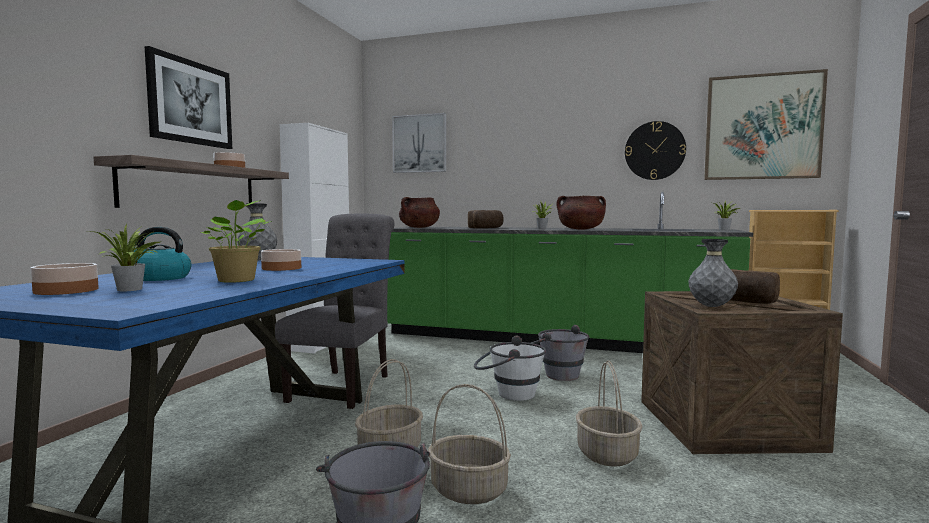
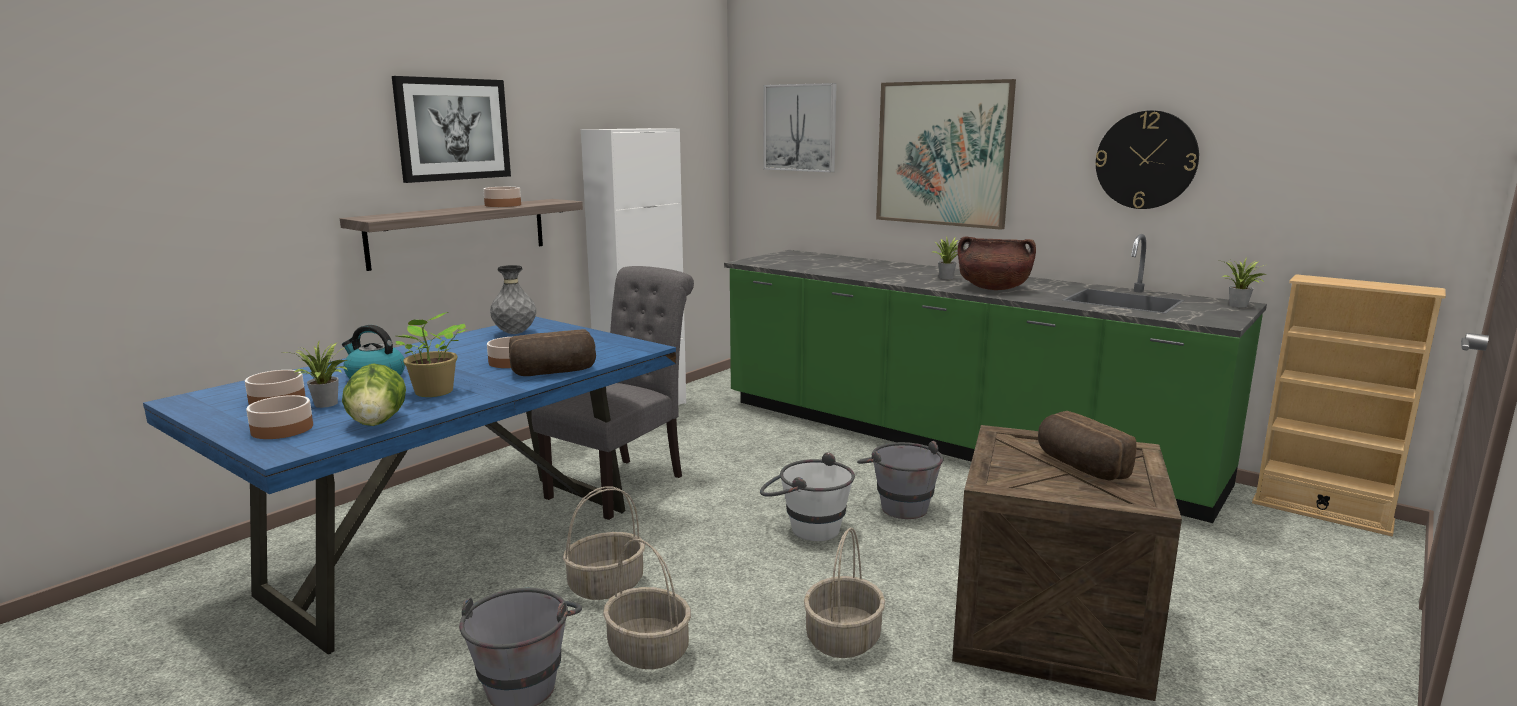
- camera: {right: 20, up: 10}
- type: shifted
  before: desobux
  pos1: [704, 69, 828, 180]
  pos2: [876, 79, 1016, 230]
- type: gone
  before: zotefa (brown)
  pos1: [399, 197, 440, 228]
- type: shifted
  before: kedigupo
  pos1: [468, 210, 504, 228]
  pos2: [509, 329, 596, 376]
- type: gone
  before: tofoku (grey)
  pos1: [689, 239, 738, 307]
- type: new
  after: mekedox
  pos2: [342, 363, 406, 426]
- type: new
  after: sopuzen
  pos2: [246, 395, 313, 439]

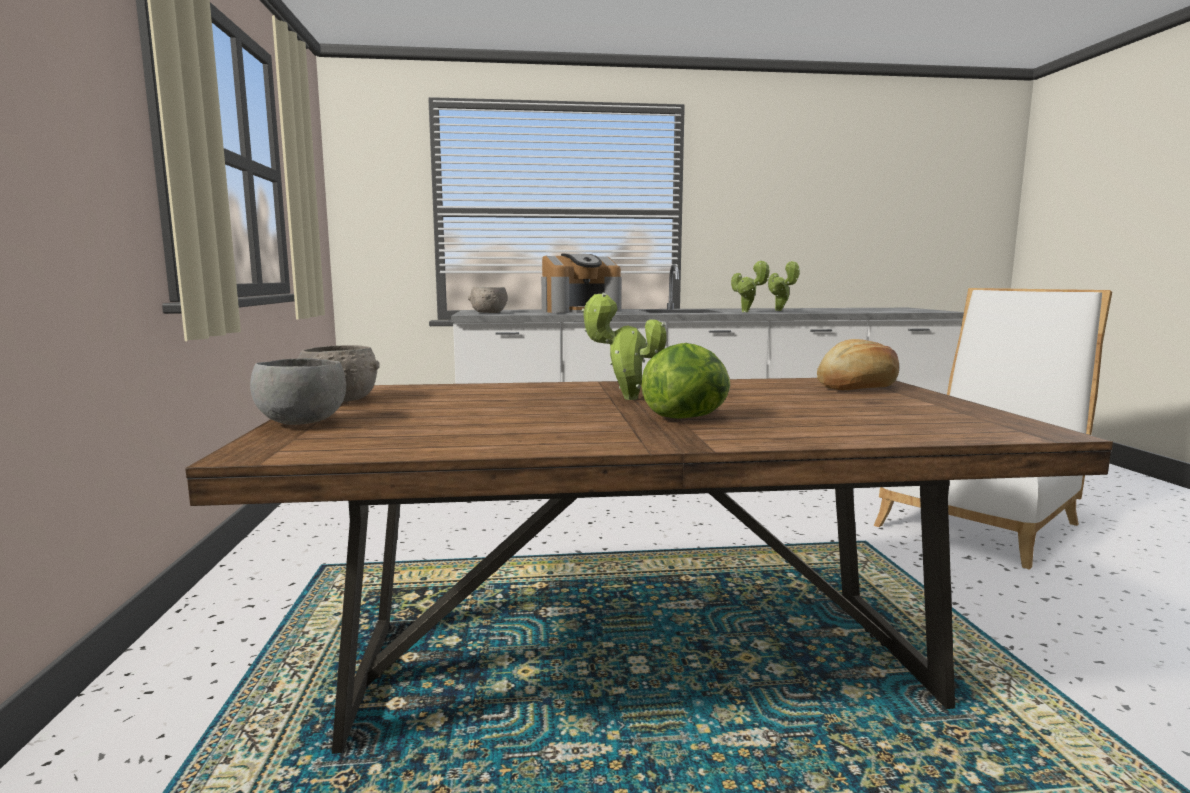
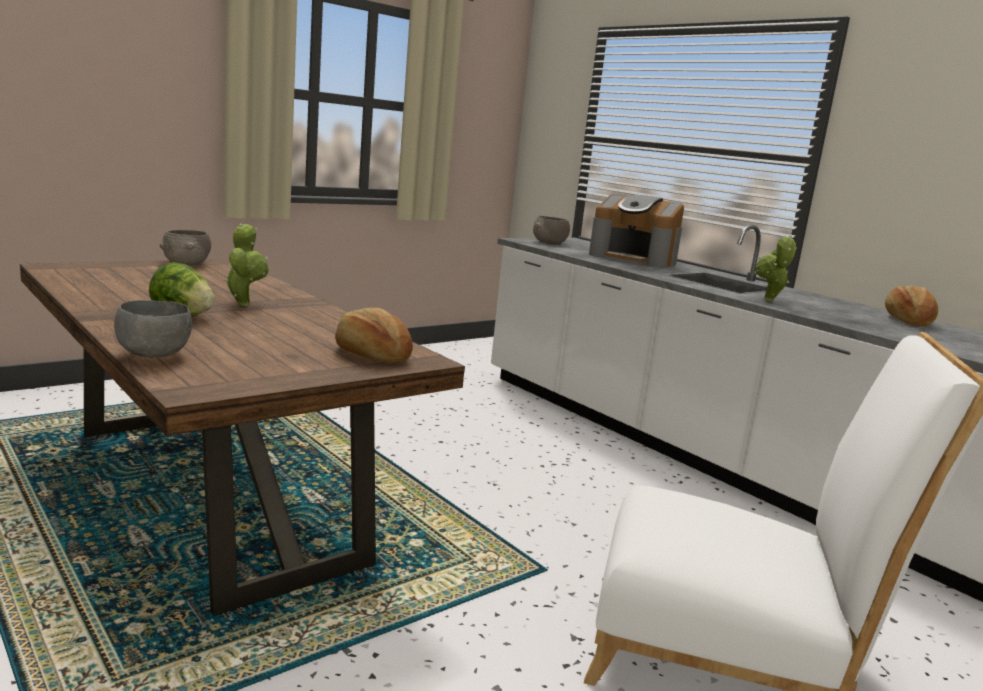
- camera: {right: 55, up: 5}
- type: gone
  before: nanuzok
  pos1: [768, 261, 800, 311]
- type: shifted
  before: sopuzen (grey)
  pos1: [250, 358, 346, 425]
  pos2: [114, 300, 192, 358]
- type: new
  after: kedigupo
  pos2: [885, 286, 938, 326]

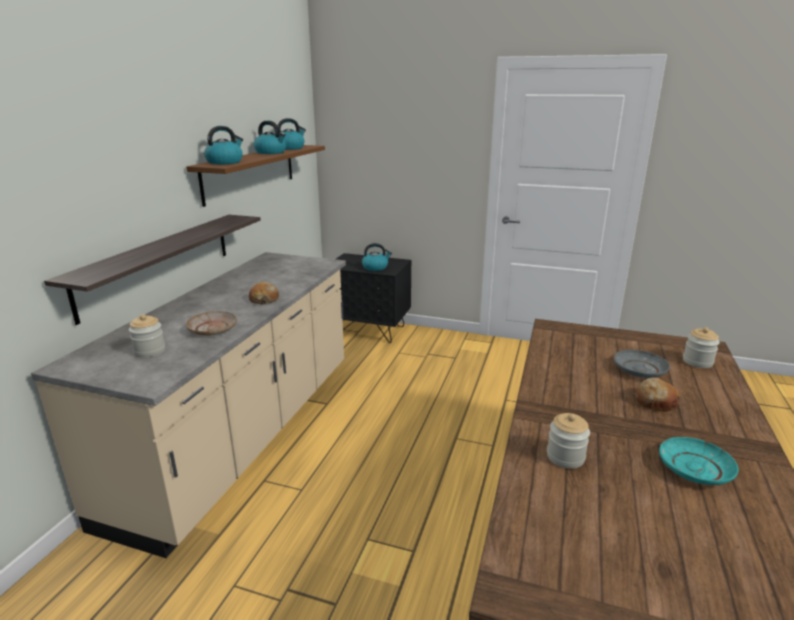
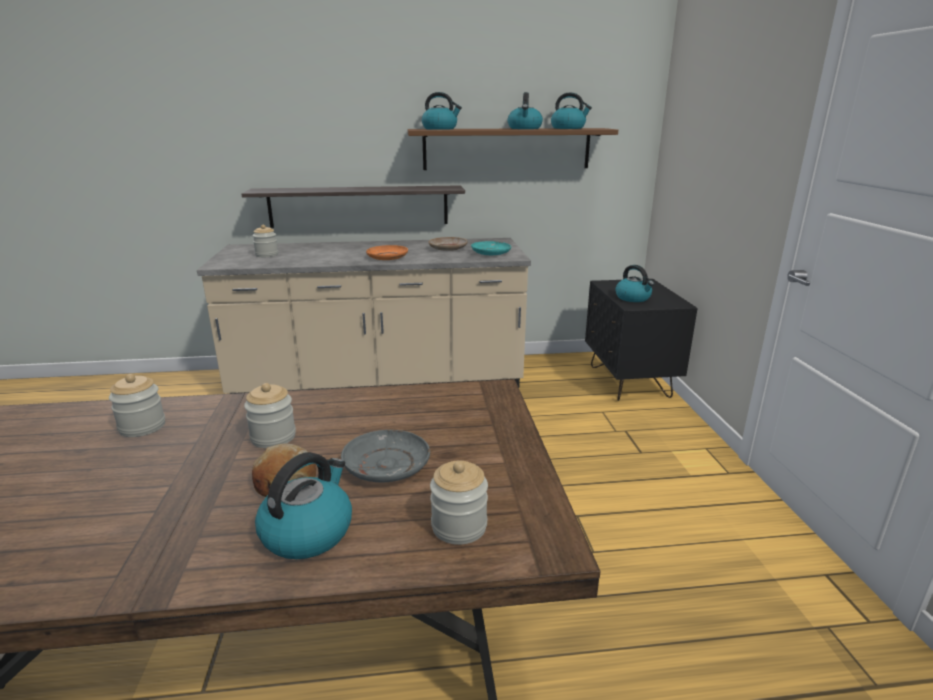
- camera: {right: 65, up: 0}
- type: swapped
  before: kedigupo
  after: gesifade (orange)
  pos1: [249, 282, 279, 304]
  pos2: [366, 245, 408, 260]
- type: shifted
  before: gesifade (beige)
  pos1: [186, 311, 237, 336]
  pos2: [429, 237, 468, 251]
- type: shifted
  before: gesifade (turquoise)
  pos1: [659, 437, 738, 485]
  pos2: [471, 241, 511, 255]
- type: new
  after: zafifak
  pos2: [244, 383, 296, 448]
- type: new
  after: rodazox
  pos2: [255, 452, 352, 559]

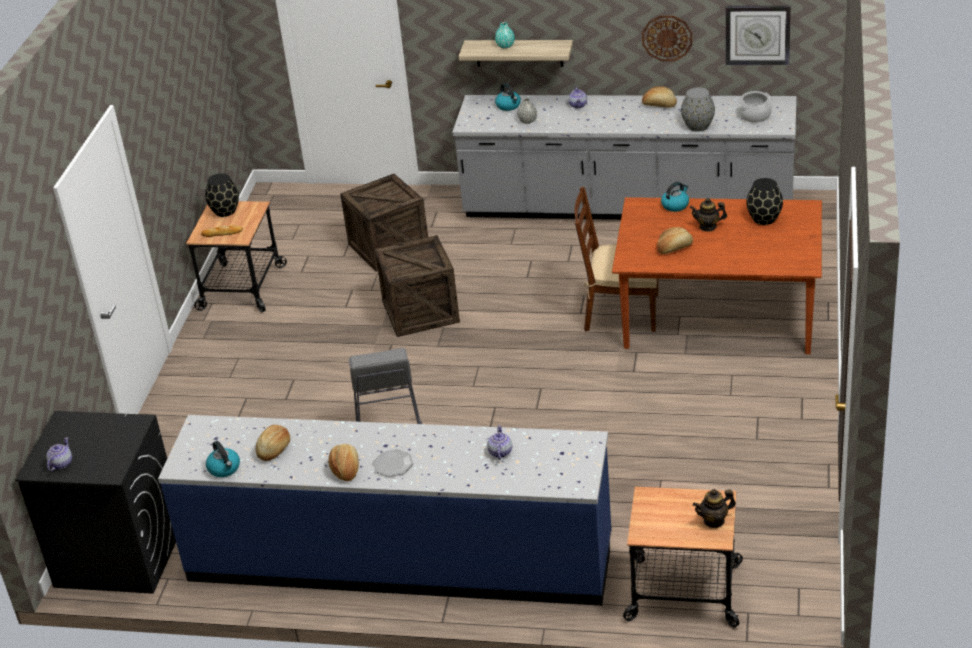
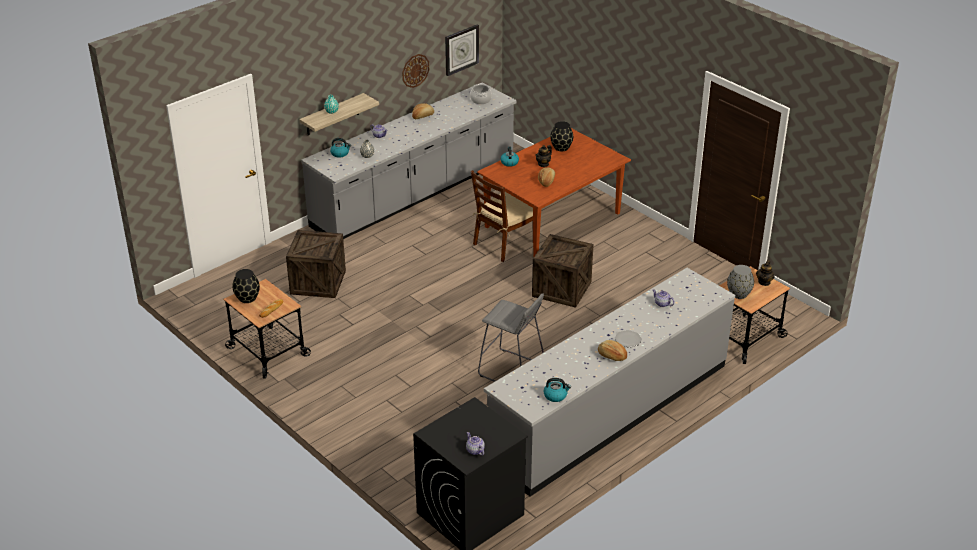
- camera: {right: -55, up: 0}
- type: shifted
  before: tofoku (grey)
  pos1: [681, 87, 715, 132]
  pos2: [727, 265, 754, 299]
- type: shifted
  before: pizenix
  pos1: [375, 235, 460, 337]
  pos2: [532, 234, 594, 308]
- type: repainted
  before: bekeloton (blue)
  after: bekeloton (grey)
  pos1: [158, 415, 611, 606]
  pos2: [484, 268, 735, 496]
- type: gone
  before: kedigupo
  pos1: [256, 425, 290, 461]

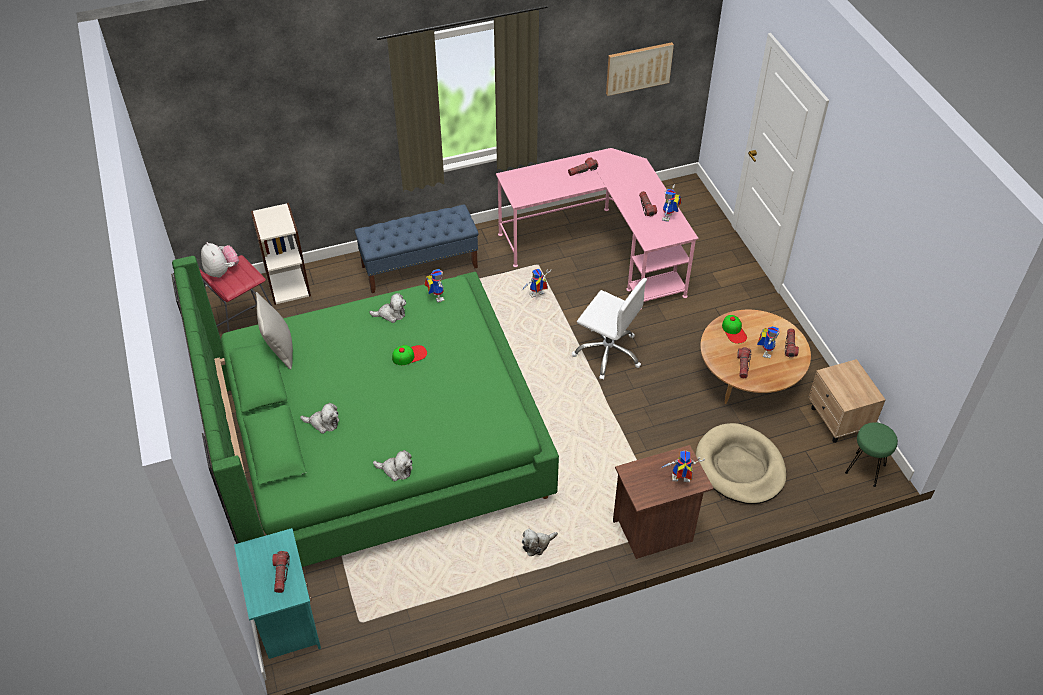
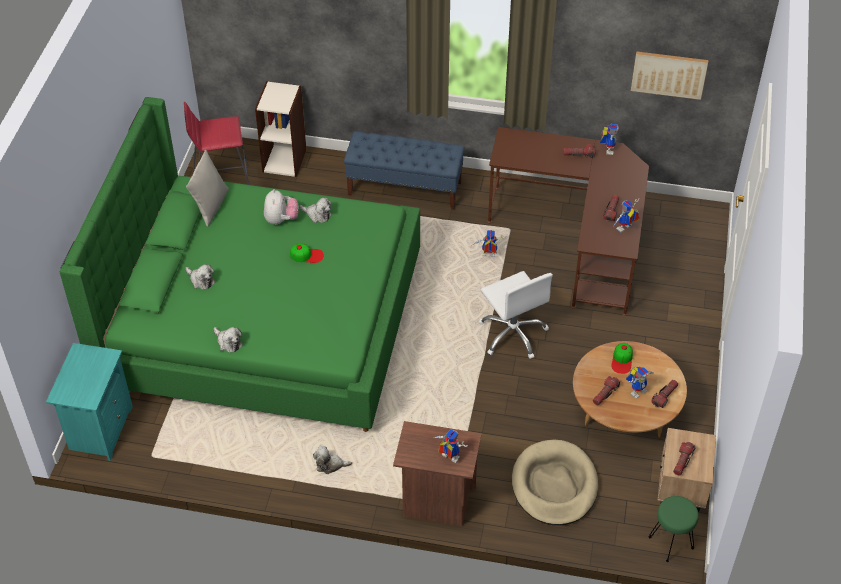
- camera: {right: 30, up: 0}
- type: repainted
  before: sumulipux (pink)
  after: sumulipux (brown)
  pos1: [496, 148, 698, 309]
  pos2: [487, 127, 649, 316]
- type: shifted
  before: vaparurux
  pos1: [201, 242, 239, 278]
  pos2: [264, 189, 299, 225]
- type: shifted
  before: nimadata
  pos1: [424, 269, 444, 303]
  pos2: [600, 124, 619, 155]
- type: shifted
  before: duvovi
  pos1: [272, 551, 290, 593]
  pos2: [673, 442, 695, 475]

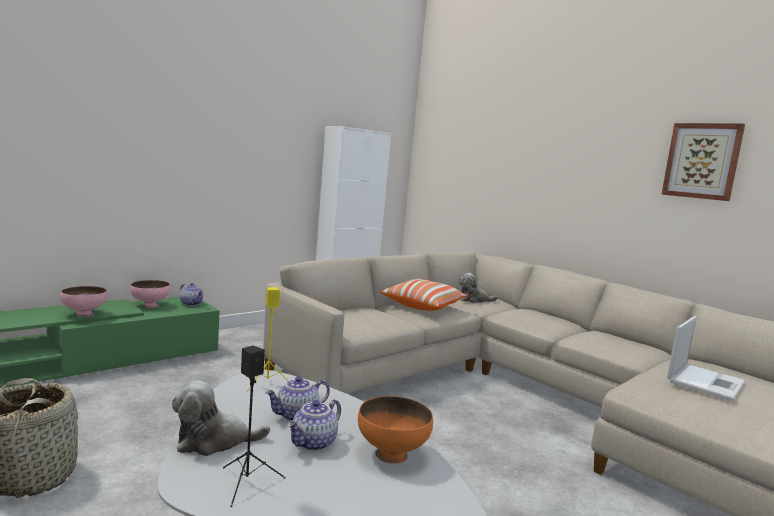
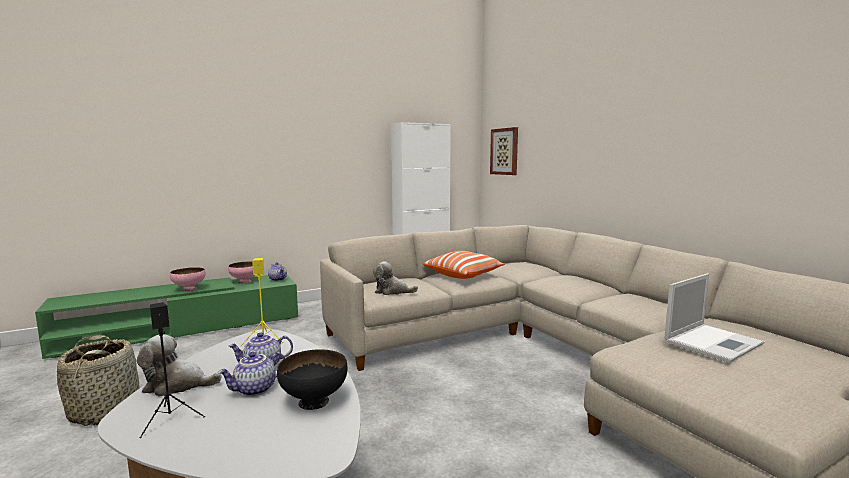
- camera: {right: 15, up: 0}
- type: shifted
  before: desobux
  pos1: [661, 123, 745, 201]
  pos2: [490, 127, 518, 175]
- type: shifted
  before: vaparurux
  pos1: [458, 273, 498, 303]
  pos2: [373, 261, 418, 295]
- type: repainted
  before: sopuzen (orange)
  after: sopuzen (black)
  pos1: [358, 396, 433, 464]
  pos2: [277, 349, 347, 410]

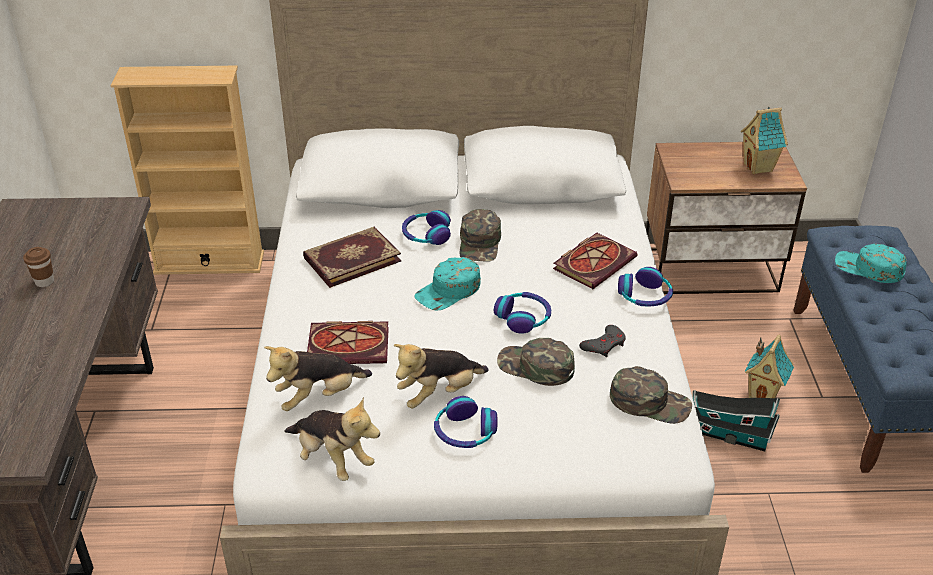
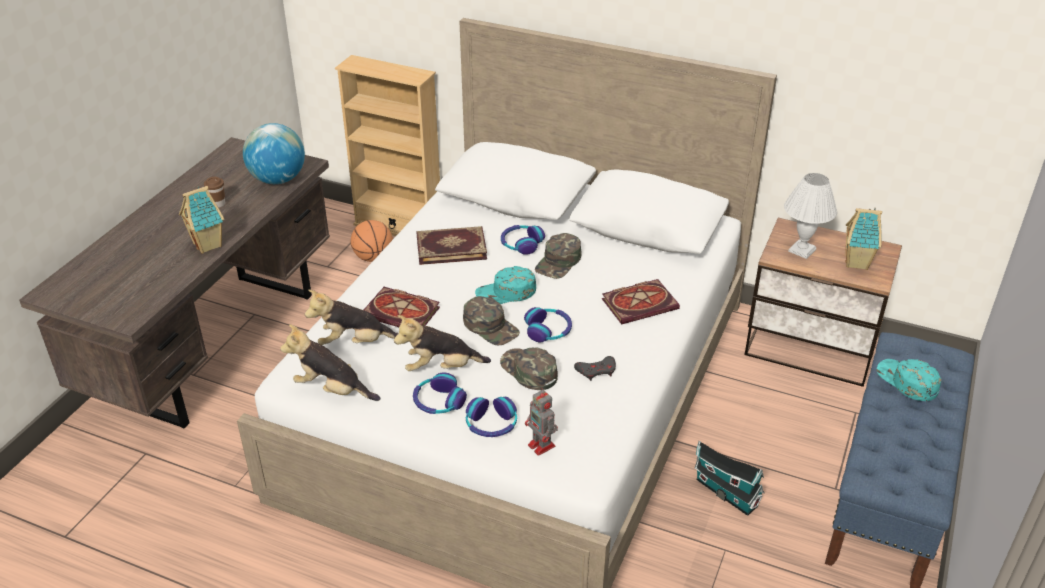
- camera: {right: 25, up: 0}
- type: shifted
  before: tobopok
  pos1: [618, 267, 673, 306]
  pos2: [466, 397, 517, 437]
- type: shifted
  before: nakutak
  pos1: [745, 335, 794, 398]
  pos2: [179, 186, 224, 253]
- type: shifted
  before: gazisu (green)
  pos1: [610, 366, 692, 424]
  pos2: [463, 296, 520, 345]
- type: rotated
  before: vaparurux
  pos1: [284, 397, 380, 481]
  pos2: [280, 324, 380, 401]
  turn: 135
- type: new
  after: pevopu
  pos2: [243, 123, 305, 184]
- type: new
  after: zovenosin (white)
  pos2: [784, 173, 837, 259]
- type: new
  after: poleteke
  pos2: [350, 220, 393, 262]
- type: new
  after: nimadata
  pos2: [525, 388, 558, 456]

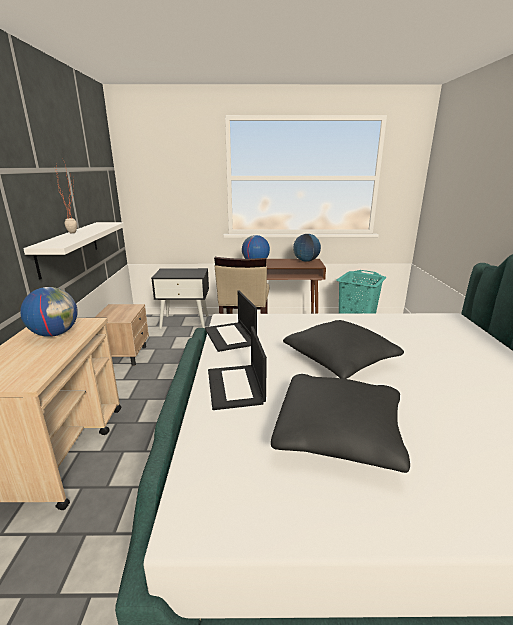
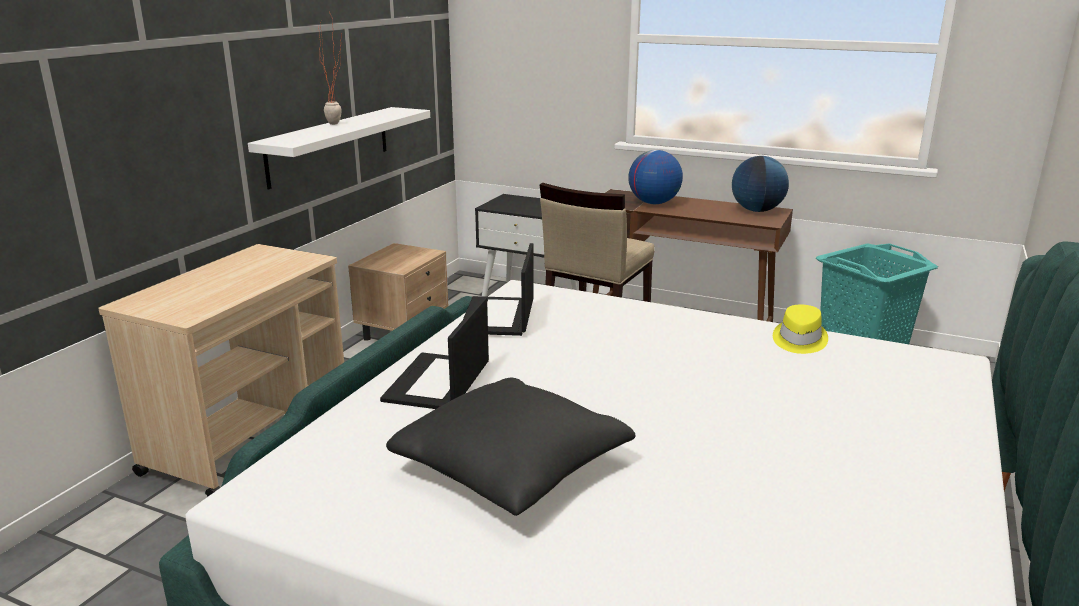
- camera: {right: 25, up: 0}
- type: gone
  before: pevopu
  pos1: [20, 287, 78, 337]
- type: gone
  before: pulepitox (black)
  pos1: [283, 320, 404, 379]
- type: new
  after: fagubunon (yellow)
  pos2: [773, 305, 828, 354]

